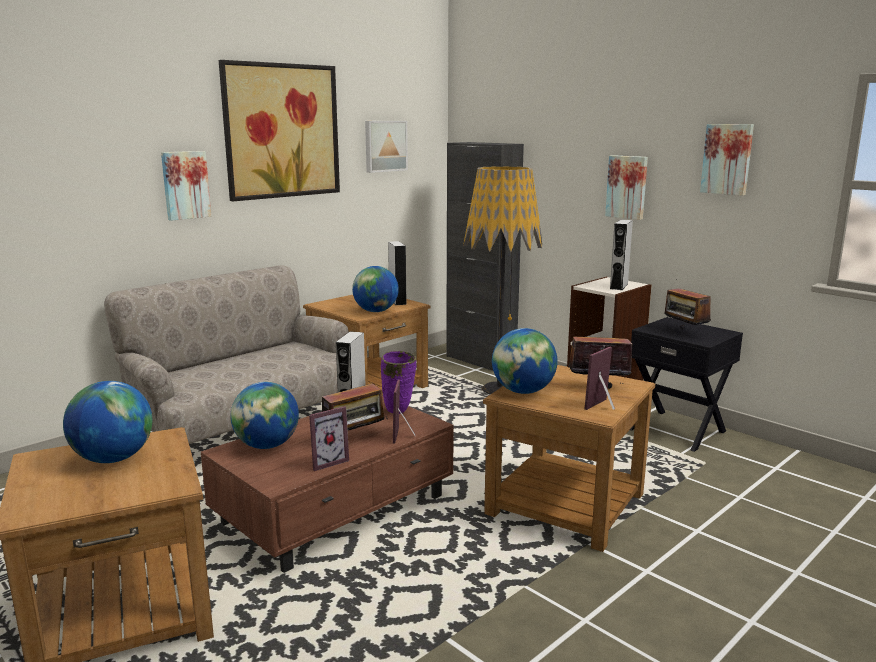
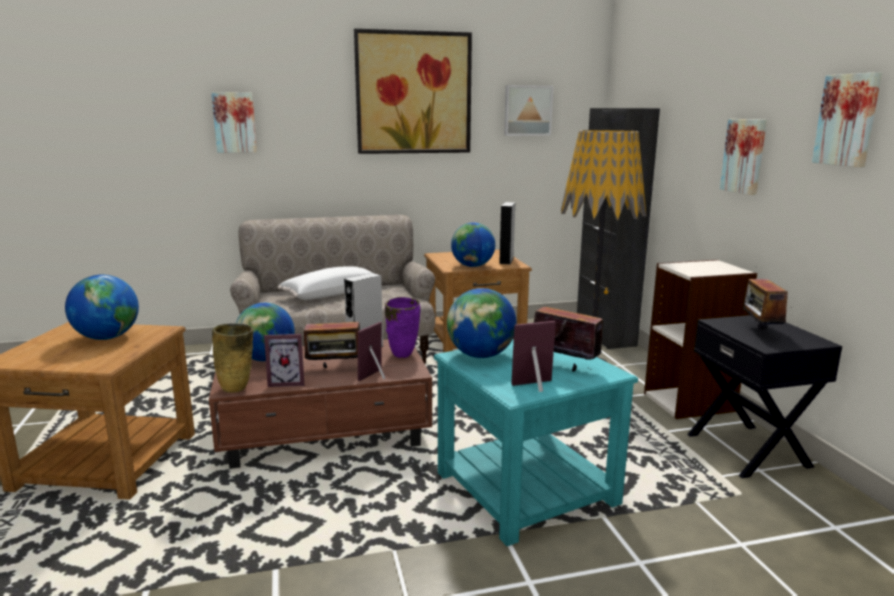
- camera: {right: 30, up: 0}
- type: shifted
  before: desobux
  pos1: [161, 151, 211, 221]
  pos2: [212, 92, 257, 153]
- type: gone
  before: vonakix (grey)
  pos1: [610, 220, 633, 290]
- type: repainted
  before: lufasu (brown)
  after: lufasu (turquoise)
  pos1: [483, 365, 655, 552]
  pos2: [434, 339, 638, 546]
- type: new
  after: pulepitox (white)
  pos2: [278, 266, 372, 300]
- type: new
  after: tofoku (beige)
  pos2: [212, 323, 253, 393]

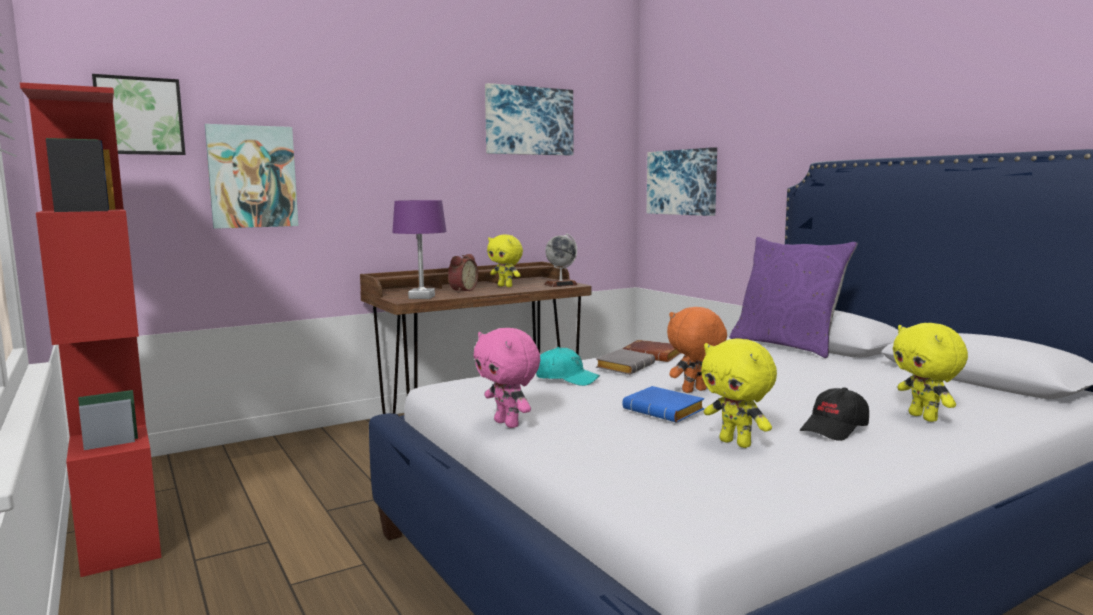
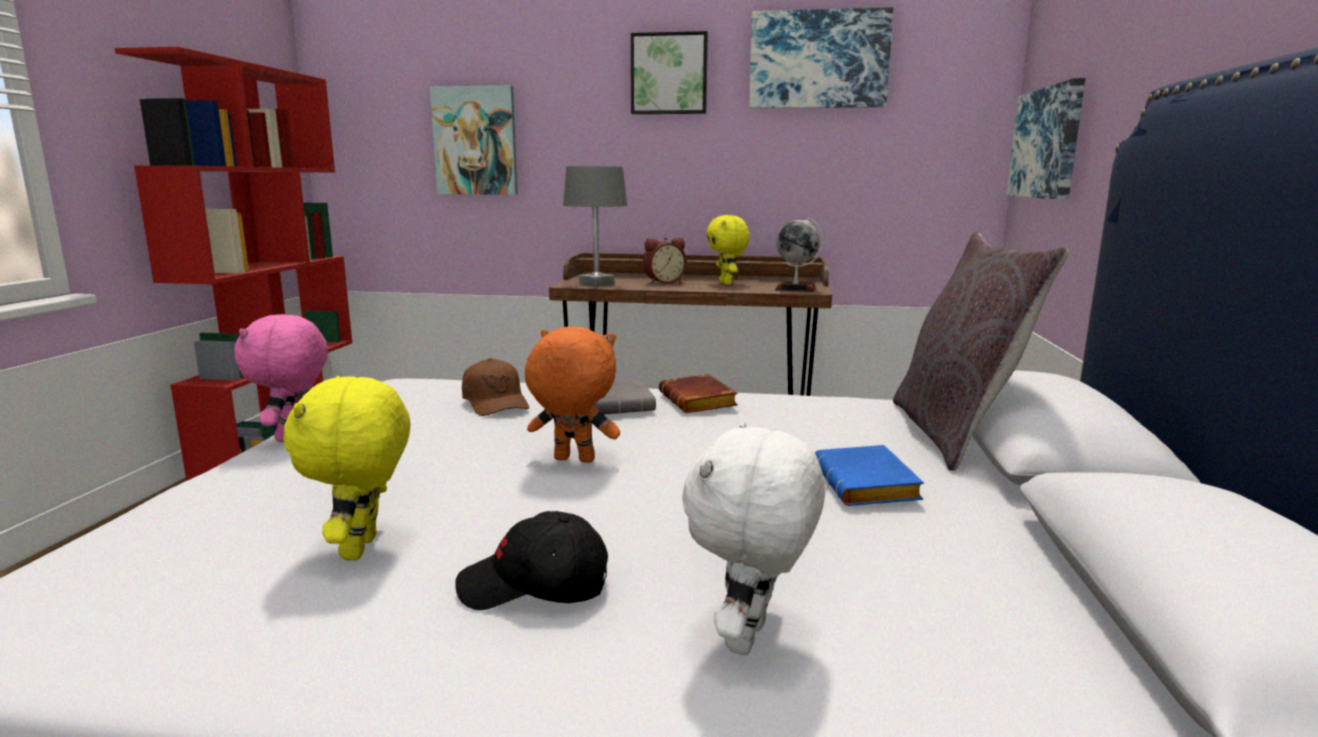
- camera: {right: 40, up: 5}
- type: shifted
  before: desobux
  pos1: [92, 74, 186, 155]
  pos2: [631, 31, 708, 114]
- type: repainted
  before: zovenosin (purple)
  after: zovenosin (grey)
  pos1: [392, 200, 446, 299]
  pos2: [563, 166, 627, 287]
- type: repainted
  before: pulepitox (purple)
  after: pulepitox (grey)
  pos1: [730, 237, 858, 358]
  pos2: [893, 232, 1069, 471]
- type: repainted
  before: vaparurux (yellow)
  after: vaparurux (white)
  pos1: [892, 323, 968, 422]
  pos2: [682, 422, 826, 655]
- type: repainted
  before: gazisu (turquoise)
  after: gazisu (brown)
  pos1: [536, 347, 600, 386]
  pos2: [462, 358, 529, 416]
- type: shifted
  before: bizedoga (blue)
  pos1: [623, 386, 704, 422]
  pos2: [815, 445, 924, 506]

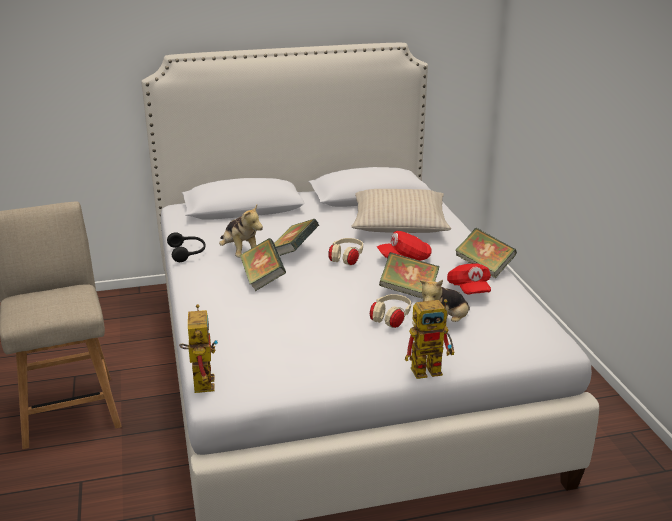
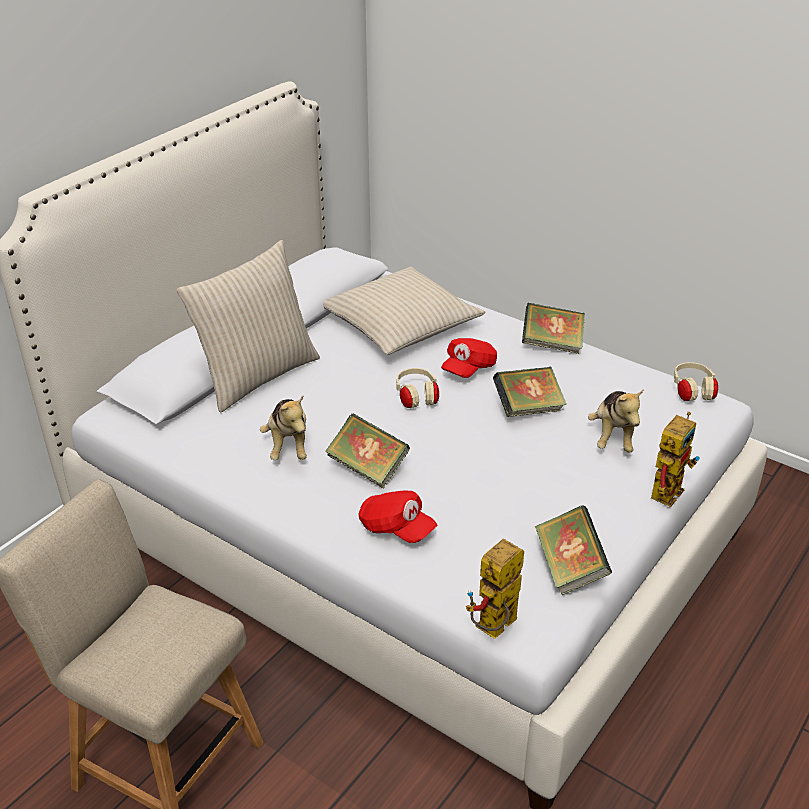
- camera: {right: -40, up: 10}
- type: rotated
  before: vaparurux
  pos1: [219, 205, 263, 257]
  pos2: [260, 395, 307, 460]
  turn: 60
- type: shifted
  before: bizedoga
  pos1: [274, 219, 319, 256]
  pos2: [535, 505, 612, 595]
- type: gone
  before: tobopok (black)
  pos1: [167, 232, 205, 262]
- type: shifted
  before: gazisu (red)
  pos1: [447, 263, 491, 295]
  pos2: [358, 491, 437, 543]
- type: shifted
  before: tobopok (beige)
  pos1: [370, 294, 411, 328]
  pos2: [674, 362, 718, 402]
- type: rotated
  before: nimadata
  pos1: [179, 304, 218, 393]
  pos2: [466, 538, 524, 639]
  turn: -90
- type: new
  after: pulepitox (beige)
  pos2: [177, 240, 320, 413]

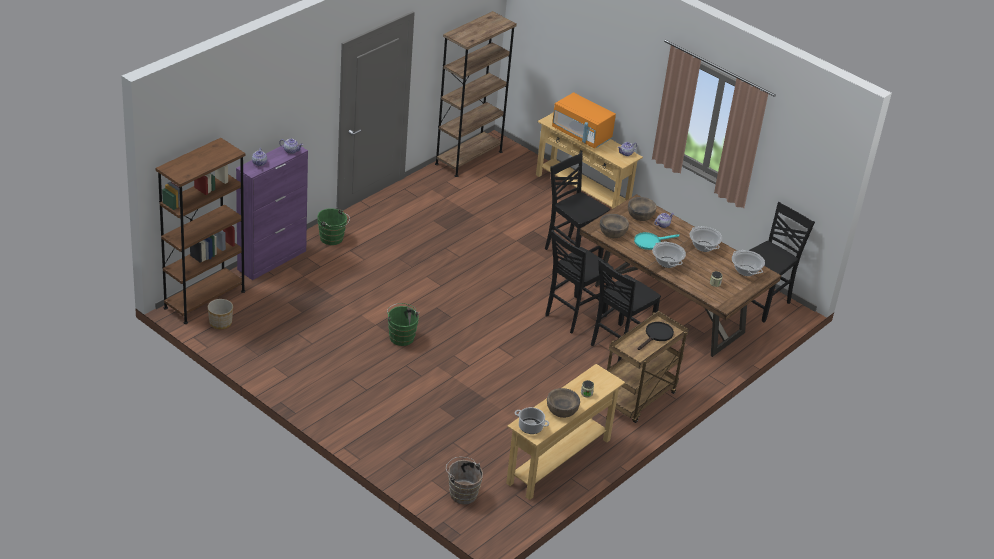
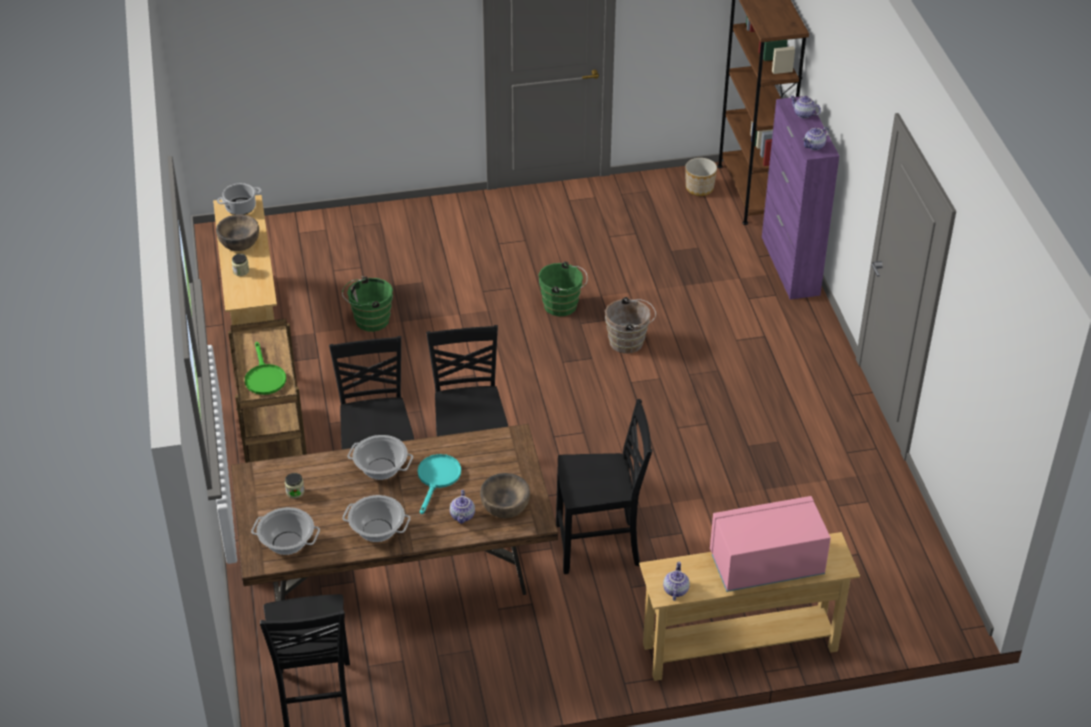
- camera: {right: 130, up: 5}
- type: gone
  before: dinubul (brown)
  pos1: [435, 11, 517, 177]
- type: repainted
  before: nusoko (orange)
  after: nusoko (pink)
  pos1: [552, 92, 616, 148]
  pos2: [710, 496, 831, 592]
- type: shifted
  before: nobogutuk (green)
  pos1: [317, 208, 350, 245]
  pos2: [342, 276, 393, 332]
- type: gone
  before: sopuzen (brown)
  pos1: [600, 214, 629, 238]
- type: repainted
  before: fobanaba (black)
  after: fobanaba (green)
  pos1: [638, 322, 674, 350]
  pos2: [245, 342, 286, 395]
- type: shifted
  before: nobogutuk (brown)
  pos1: [446, 457, 483, 505]
  pos2: [605, 297, 656, 353]

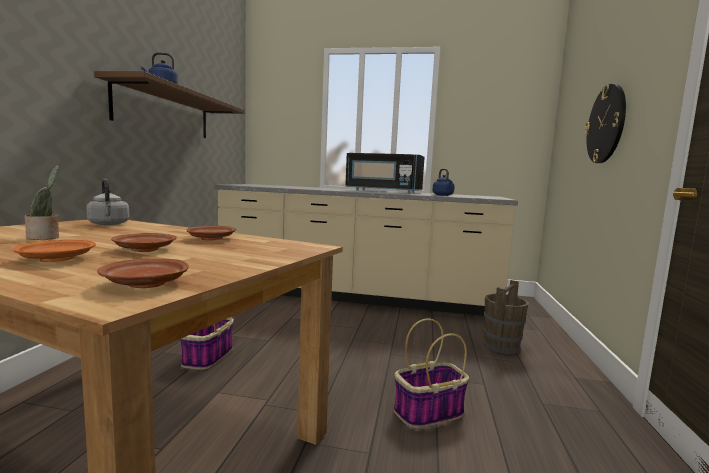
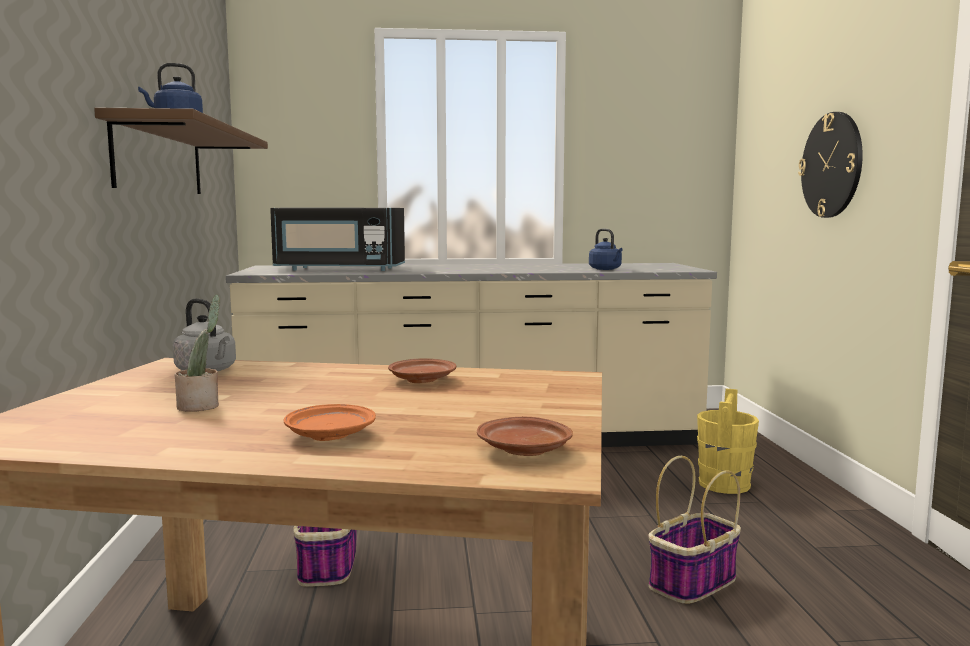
- camera: {right: -15, up: 0}
- type: shifted
  before: nusoko (black)
  pos1: [345, 153, 425, 193]
  pos2: [270, 208, 405, 271]
- type: gone
  before: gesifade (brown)
  pos1: [111, 233, 177, 252]
- type: repainted
  before: nobogutuk (brown)
  after: nobogutuk (yellow)
  pos1: [484, 280, 529, 354]
  pos2: [697, 388, 759, 494]

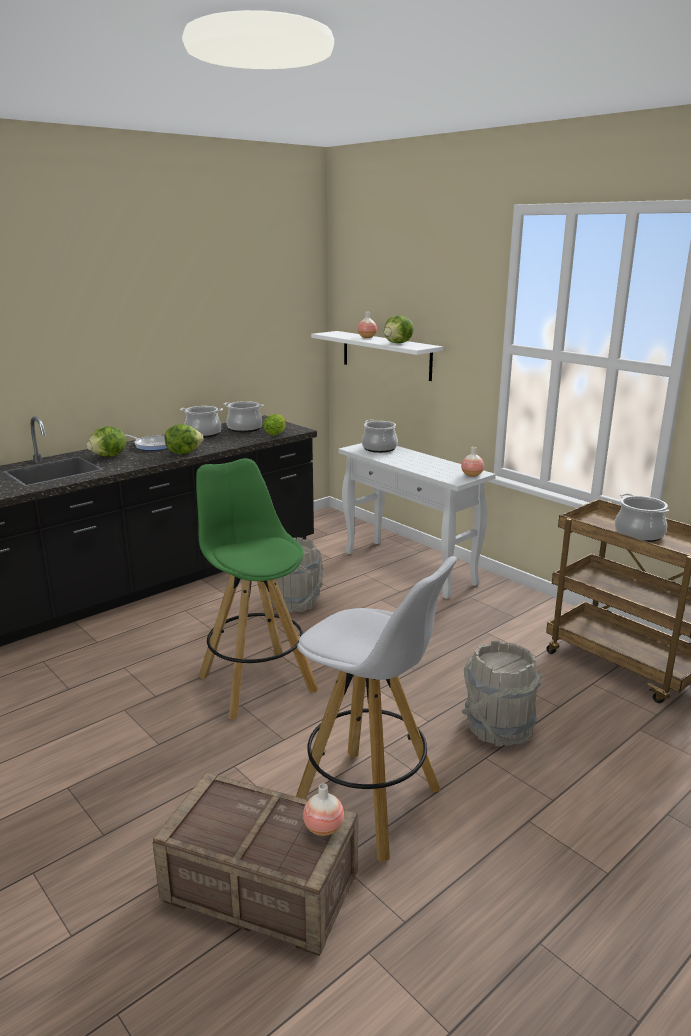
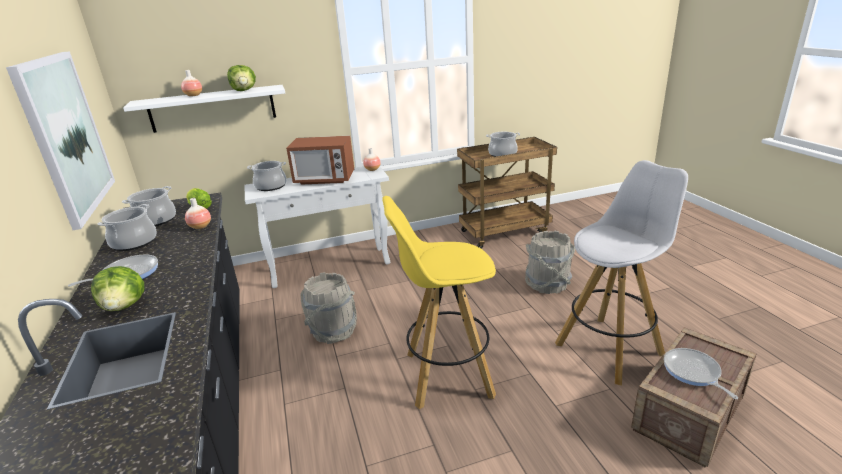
- camera: {right: -65, up: 5}
- type: gone
  before: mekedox
  pos1: [165, 424, 203, 454]
- type: repainted
  before: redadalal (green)
  after: redadalal (yellow)
  pos1: [196, 458, 318, 719]
  pos2: [382, 196, 496, 409]
- type: shifted
  before: tofoku
  pos1: [303, 783, 344, 836]
  pos2: [185, 198, 211, 229]
- type: new
  after: desobux
  pos2: [6, 51, 115, 230]
- type: new
  after: nusoko
  pos2: [286, 136, 354, 184]
- type: new
  after: fobanaba
  pos2: [664, 348, 738, 399]

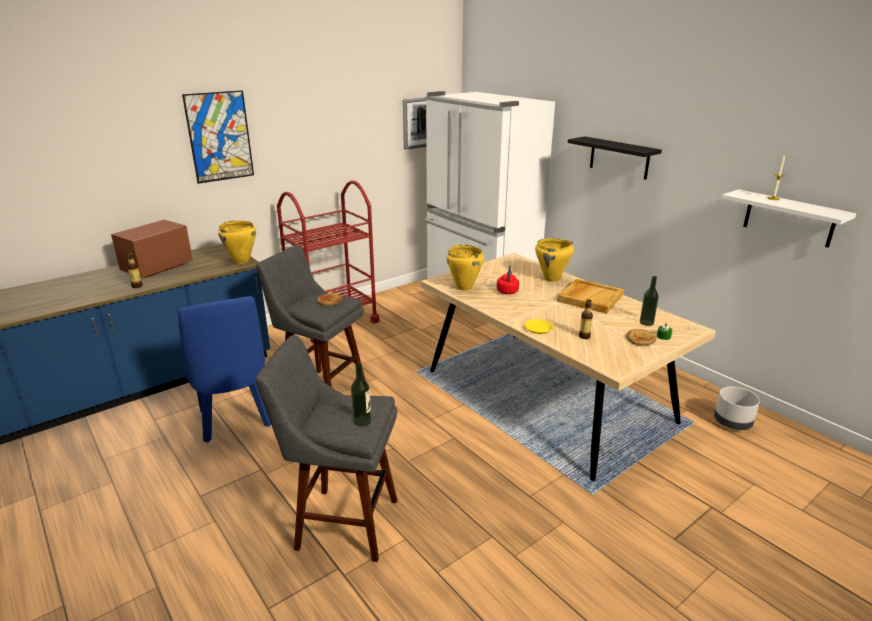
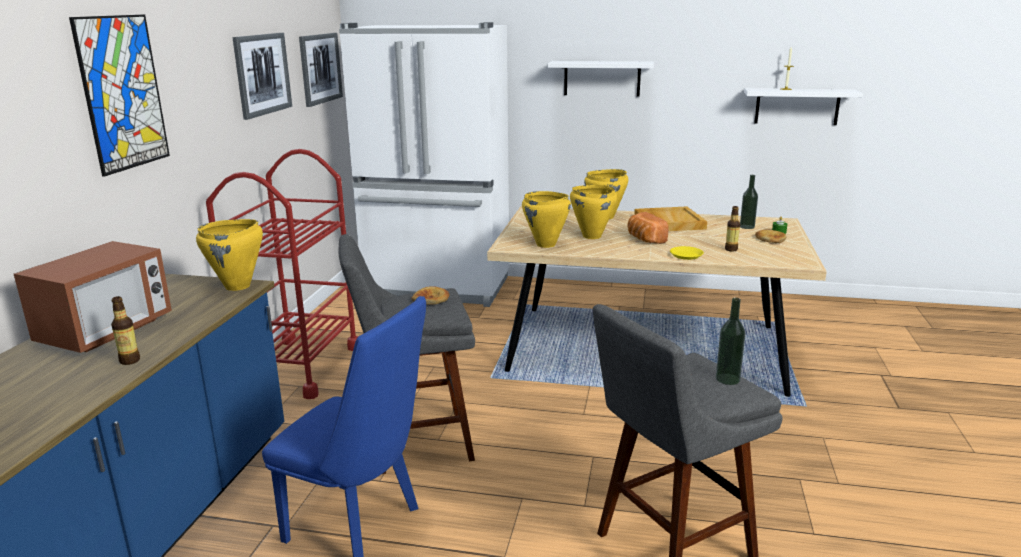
- camera: {right: -40, up: -5}
- type: repainted
  before: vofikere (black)
  after: vofikere (white)
  pos1: [568, 137, 662, 180]
  pos2: [548, 61, 654, 96]
- type: rotated
  before: nusoko
  pos1: [111, 220, 193, 278]
  pos2: [14, 241, 172, 353]
  turn: -150
- type: swapped
  before: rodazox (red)
  after: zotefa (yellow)
  pos1: [497, 265, 519, 294]
  pos2: [570, 185, 617, 239]
- type: gone
  before: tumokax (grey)
  pos1: [714, 387, 760, 430]
- type: new
  after: desobux
  pos2: [232, 33, 292, 120]
- type: new
  after: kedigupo
  pos2: [627, 212, 669, 244]

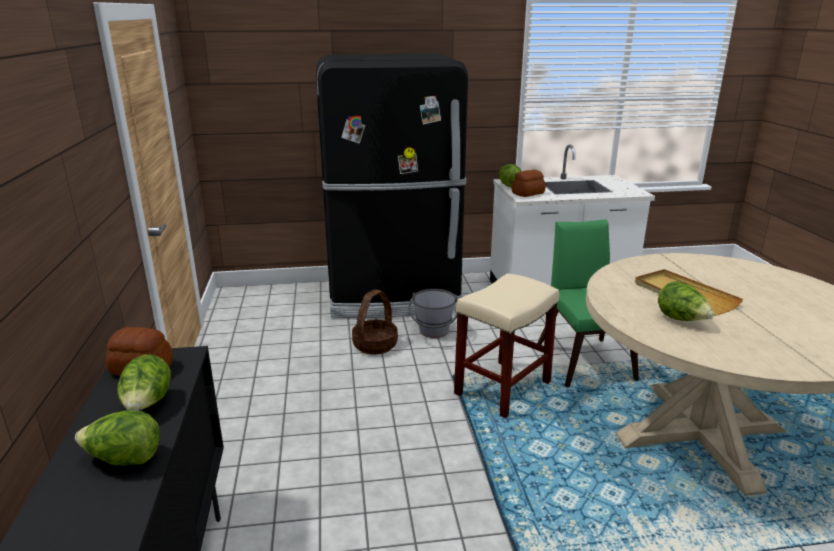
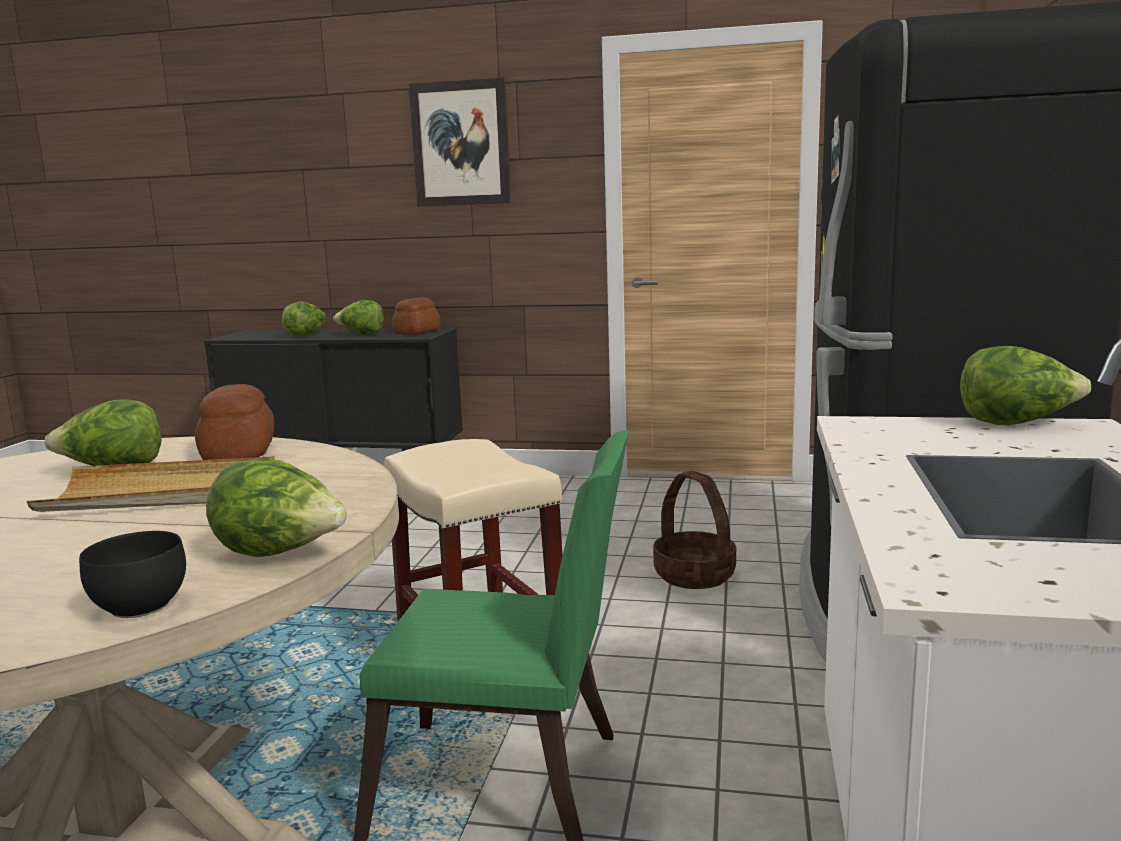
- camera: {right: 110, up: -10}
- type: shifted
  before: kedigupo
  pos1: [512, 170, 546, 197]
  pos2: [195, 384, 274, 460]
- type: gone
  before: nobogutuk (grey)
  pos1: [408, 289, 458, 338]
- type: new
  after: desobux
  pos2: [409, 77, 511, 207]
- type: new
  after: mekedox
  pos2: [206, 458, 347, 557]
- type: new
  after: sopuzen (black)
  pos2: [79, 531, 186, 618]

